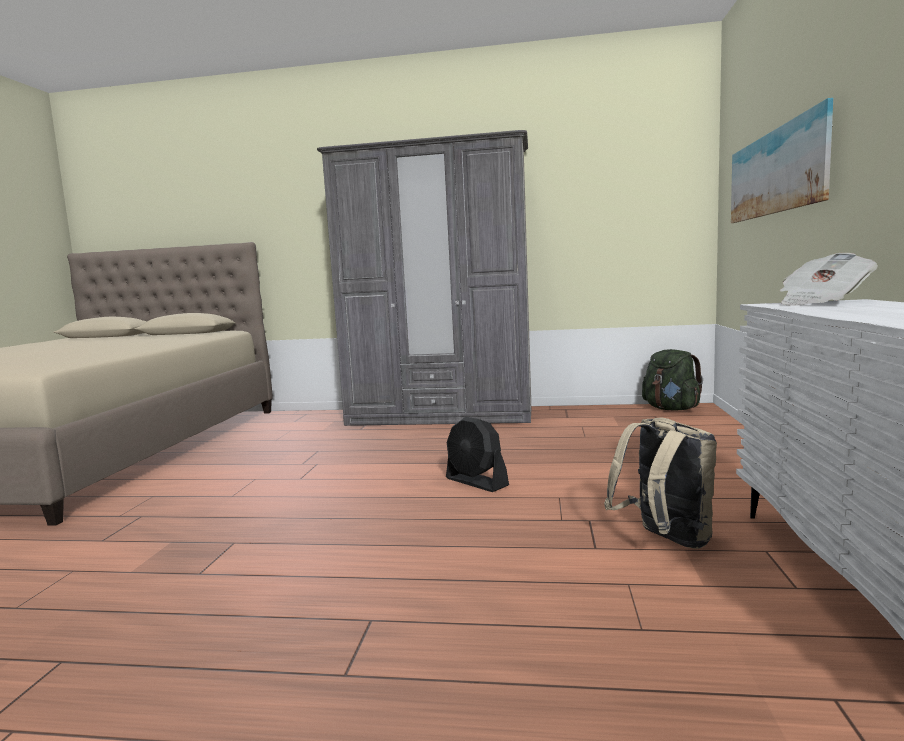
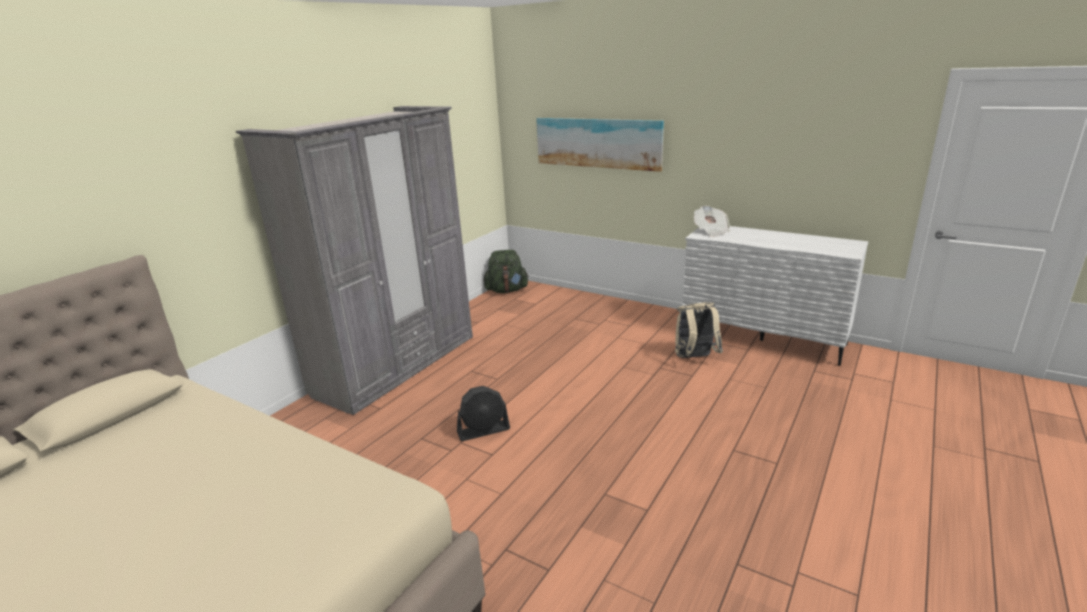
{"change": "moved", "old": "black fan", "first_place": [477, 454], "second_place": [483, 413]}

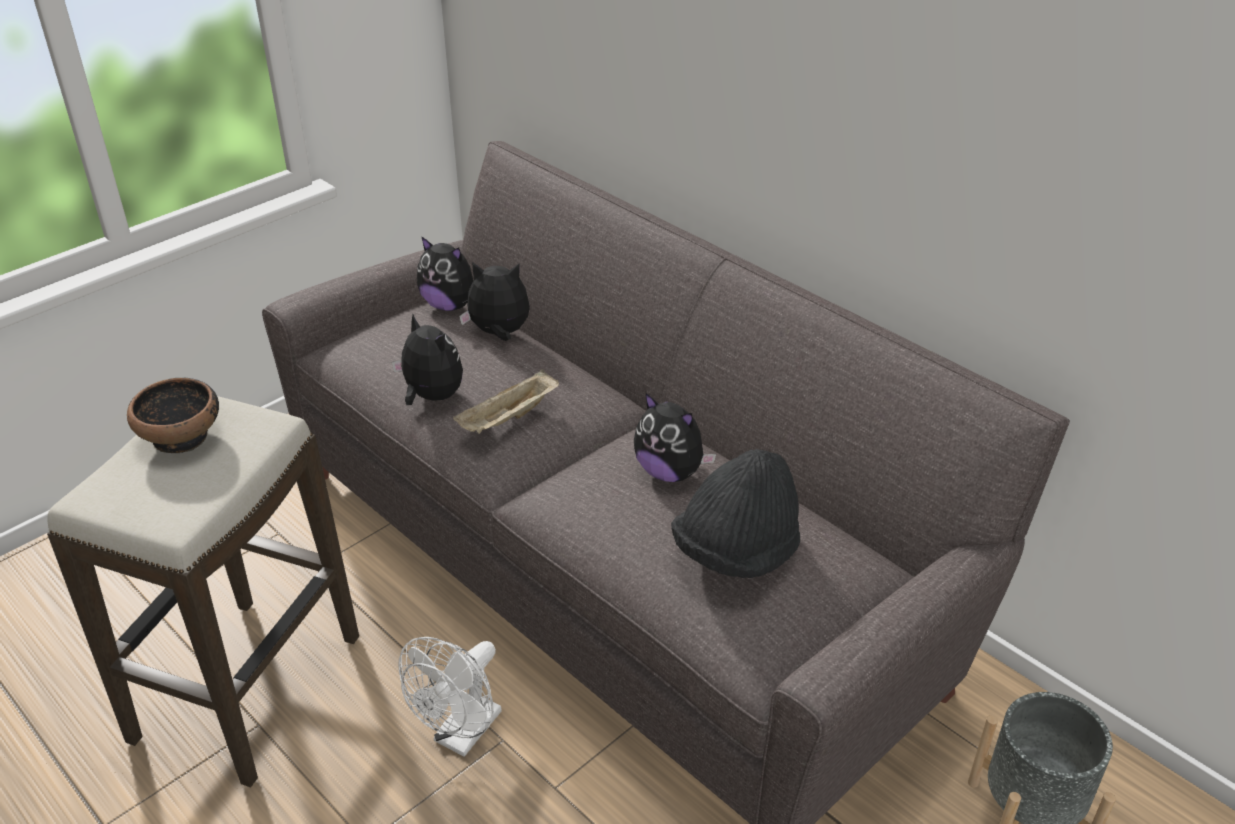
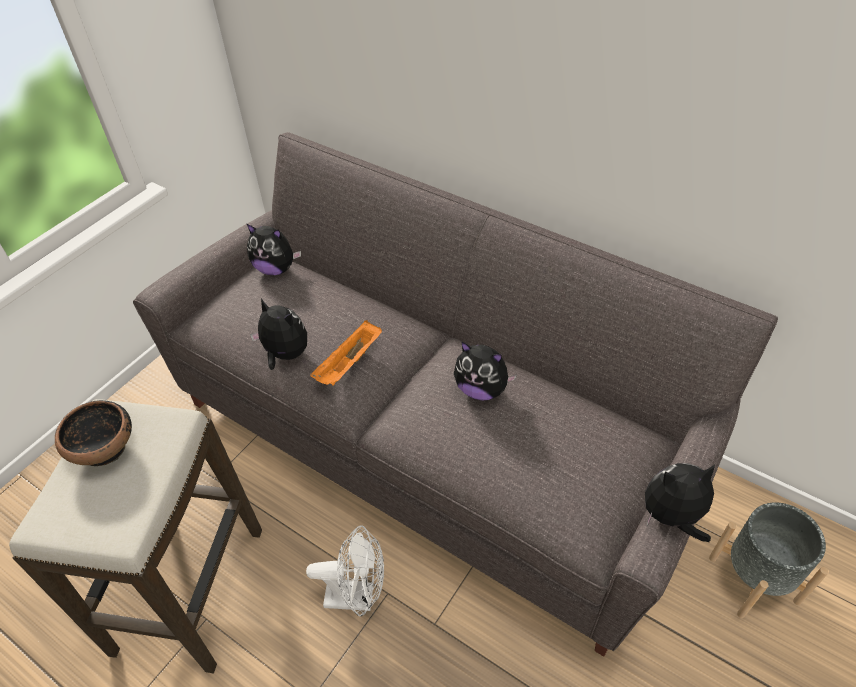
{"change": "turned", "old": "white fan", "first_place": [450, 697], "second_place": [345, 571], "degrees": -105}
{"change": "recoloured", "old": "beige tray", "new": "orange tray", "first_place": [506, 401], "second_place": [346, 353]}
{"change": "moved", "old": "plush toy", "first_place": [494, 301], "second_place": [680, 502]}
{"change": "removed", "old": "black hat", "first_place": [735, 513]}

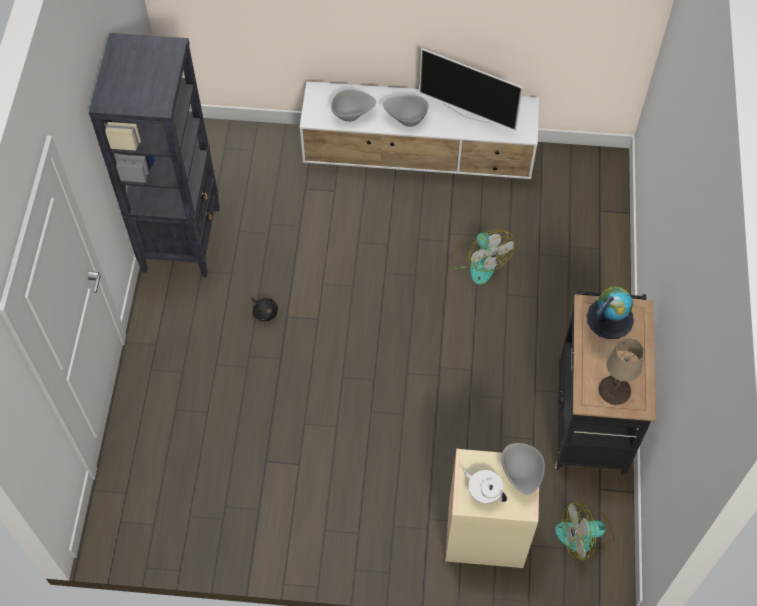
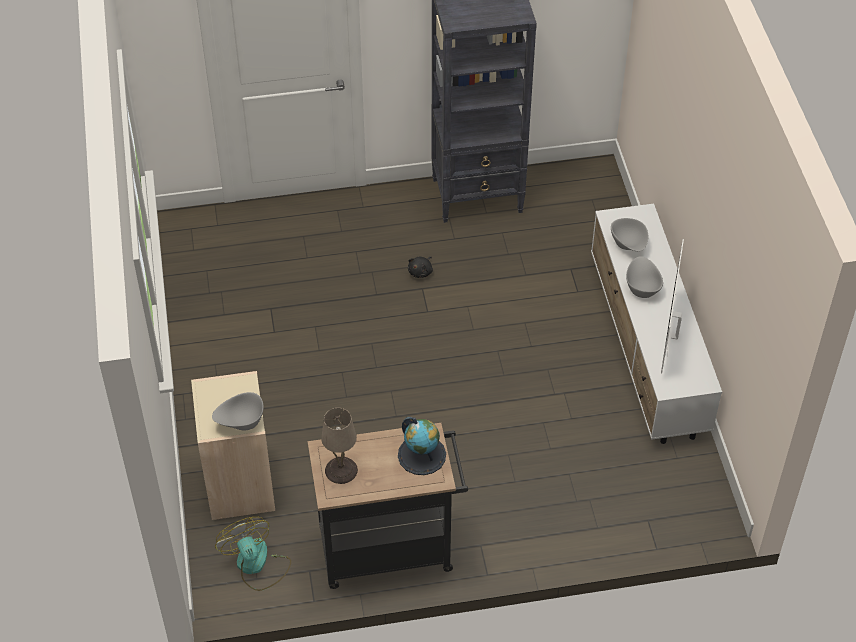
{"change": "removed", "old": "fan", "first_place": [481, 257]}
{"change": "removed", "old": "white teapot", "first_place": [485, 487]}

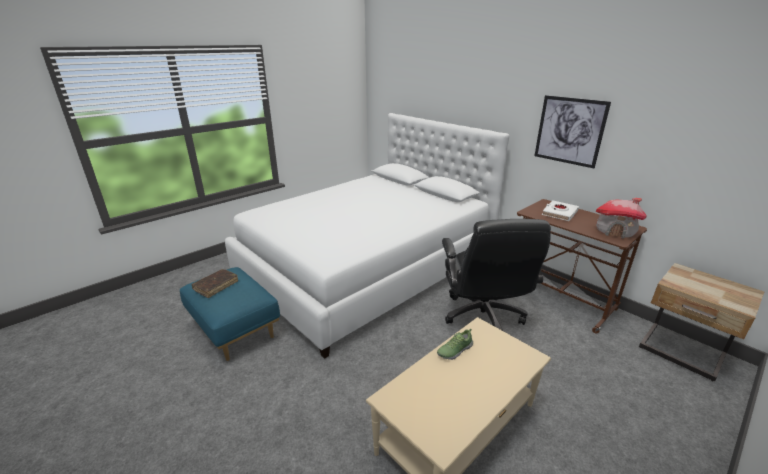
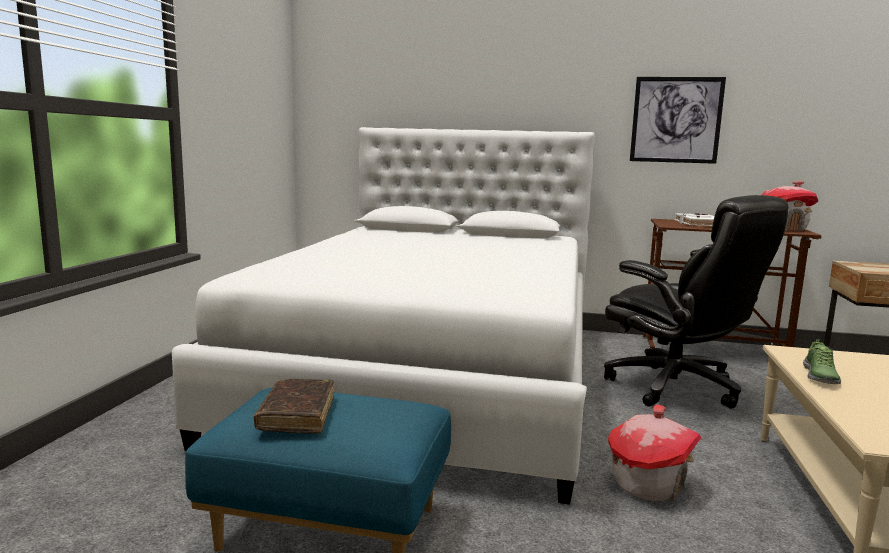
{"change": "added", "new": "toy house", "second_place": [654, 453]}

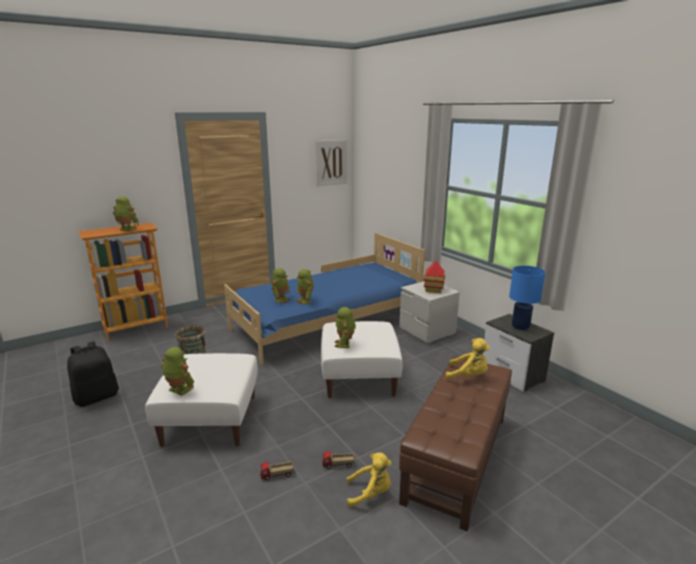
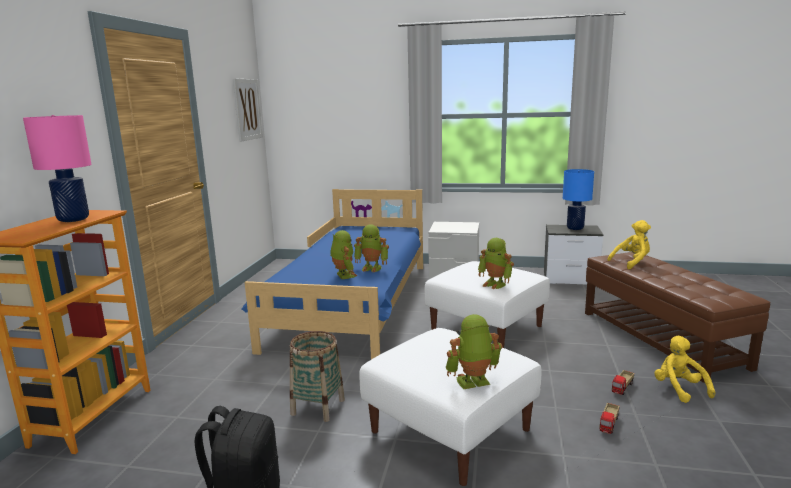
{"change": "replaced", "old": "toy robot", "new": "pink table lamp", "first_place": [126, 213], "second_place": [57, 168]}
{"change": "turned", "old": "yellow plush toy", "first_place": [369, 479], "second_place": [684, 369], "degrees": -60}
{"change": "removed", "old": "toy house", "first_place": [434, 277]}

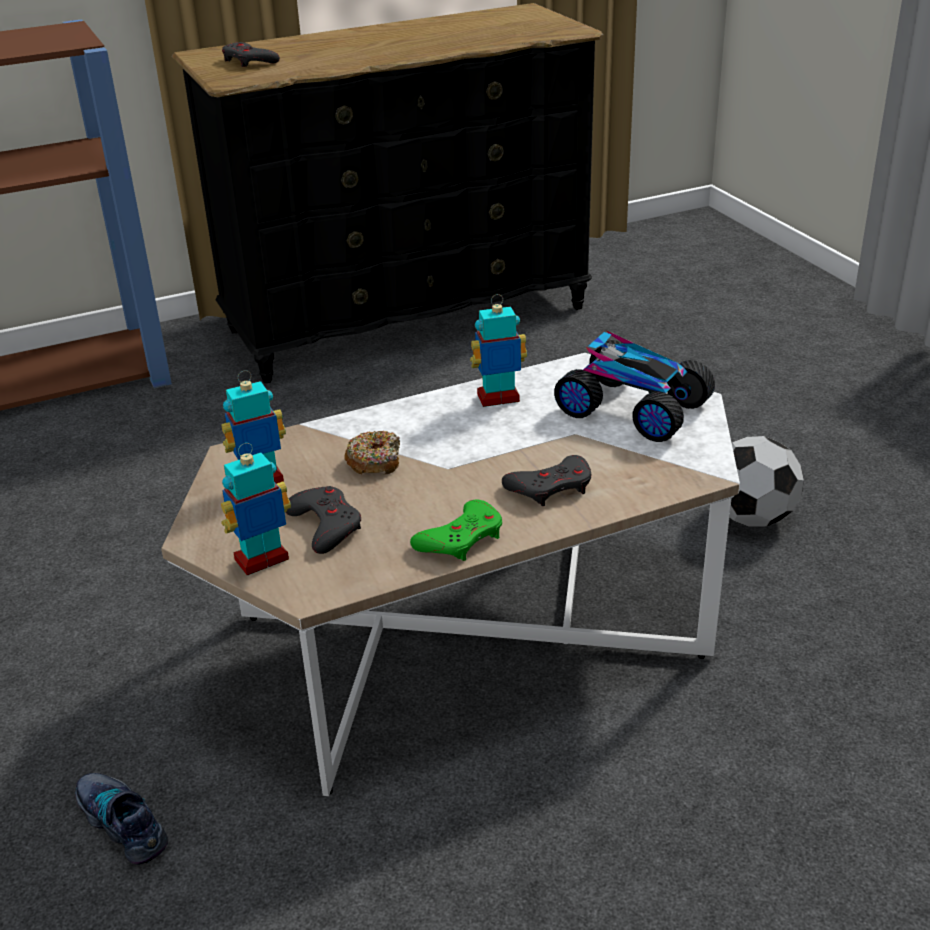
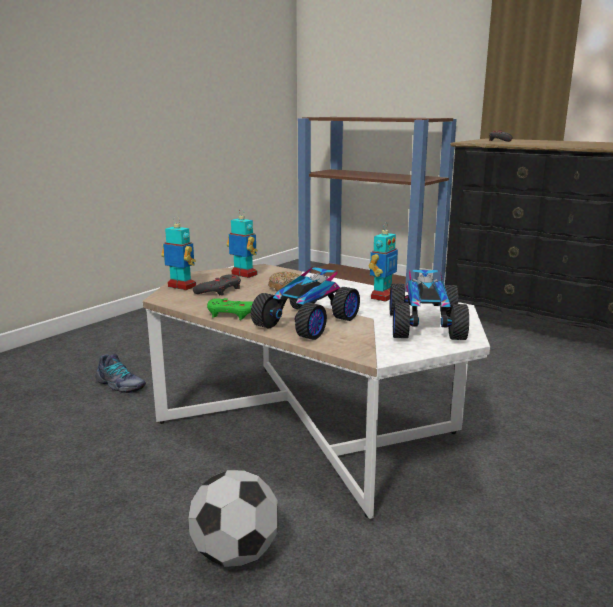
{"change": "turned", "old": "shoe", "first_place": [121, 819], "second_place": [121, 373], "degrees": 105}
{"change": "moved", "old": "football", "first_place": [766, 481], "second_place": [233, 518]}
{"change": "replaced", "old": "grey game controller", "new": "toy car", "first_place": [546, 480], "second_place": [305, 303]}
{"change": "turned", "old": "toy robot", "first_place": [498, 350], "second_place": [383, 262], "degrees": 75}

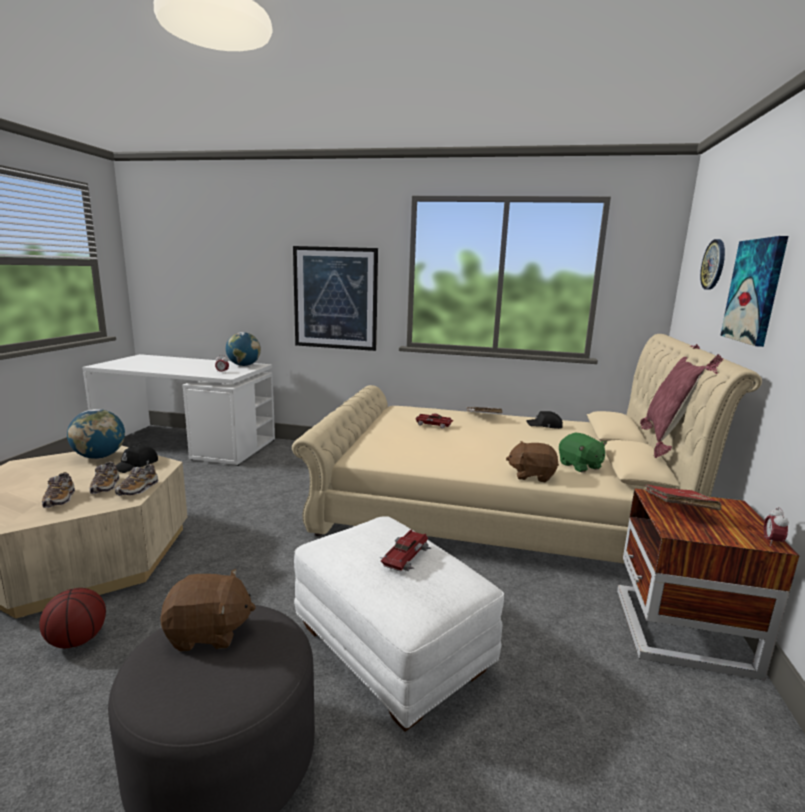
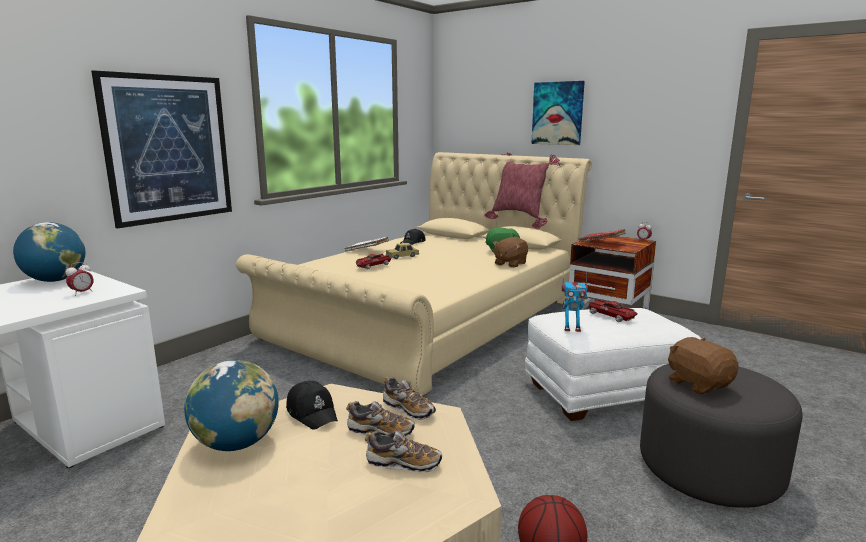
{"change": "added", "new": "toy car", "second_place": [402, 251]}
{"change": "added", "new": "toy robot", "second_place": [575, 301]}
{"change": "turned", "old": "brown plush toy", "first_place": [208, 610], "second_place": [703, 365], "degrees": -45}
{"change": "removed", "old": "wall clock", "first_place": [712, 264]}

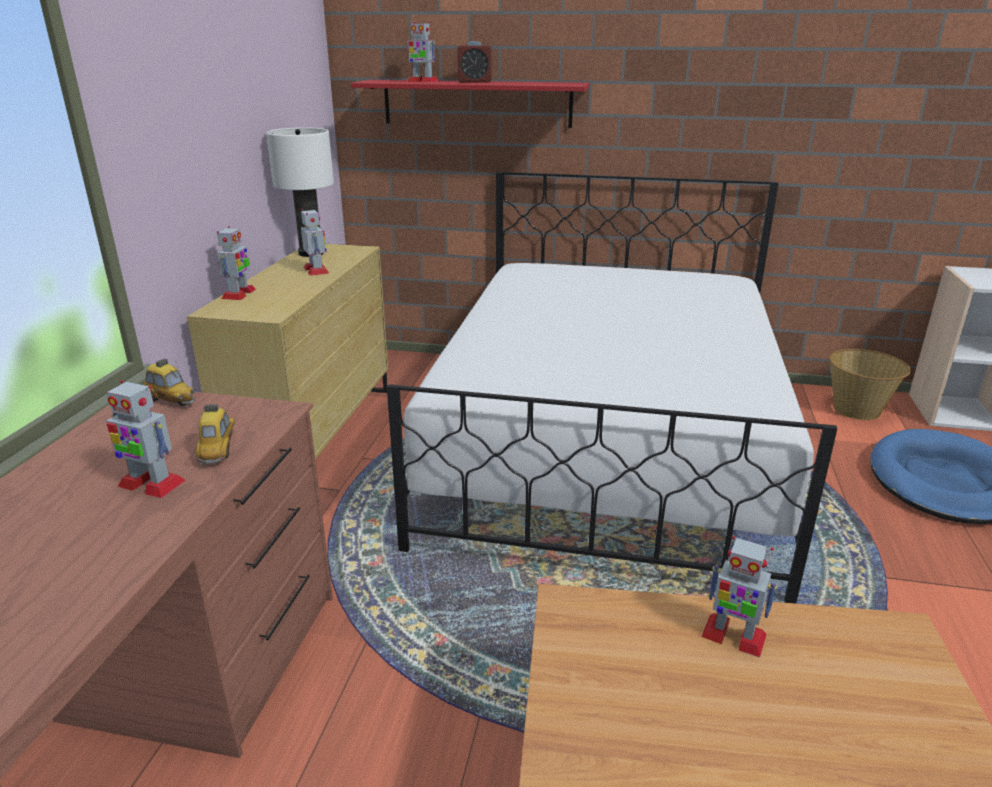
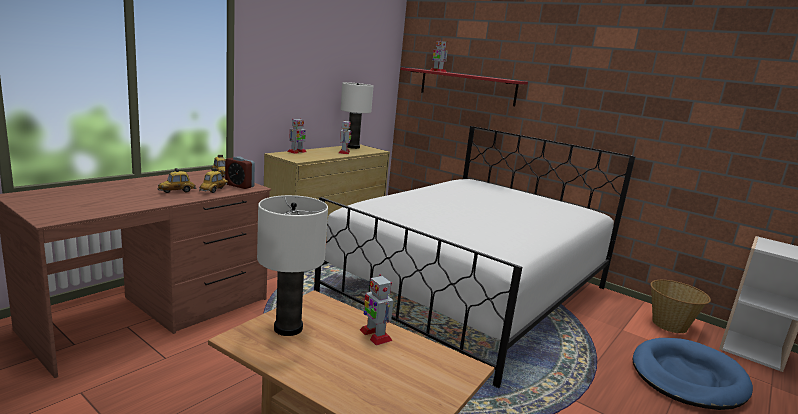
{"change": "replaced", "old": "toy robot", "new": "toy car", "first_place": [146, 439], "second_place": [177, 180]}
{"change": "moved", "old": "alarm clock", "first_place": [474, 61], "second_place": [240, 173]}
{"change": "added", "new": "white table lamp", "second_place": [292, 265]}

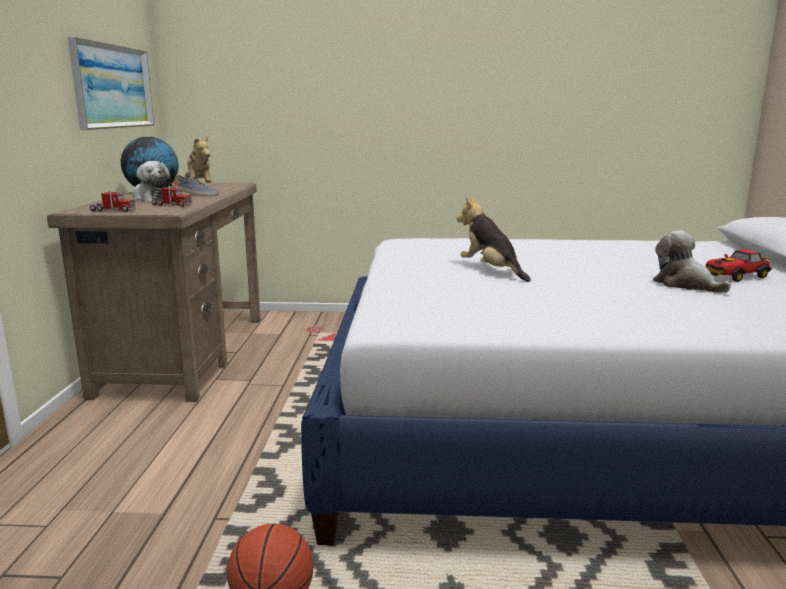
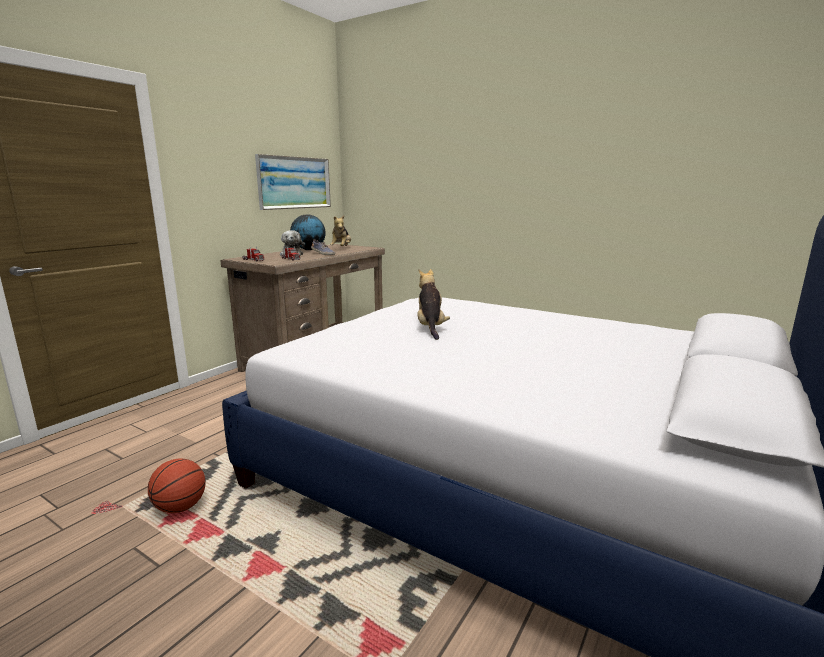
{"change": "removed", "old": "plush toy", "first_place": [692, 261]}
{"change": "removed", "old": "toy car", "first_place": [738, 265]}

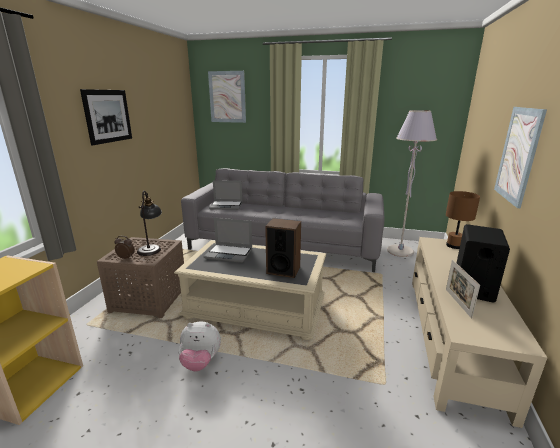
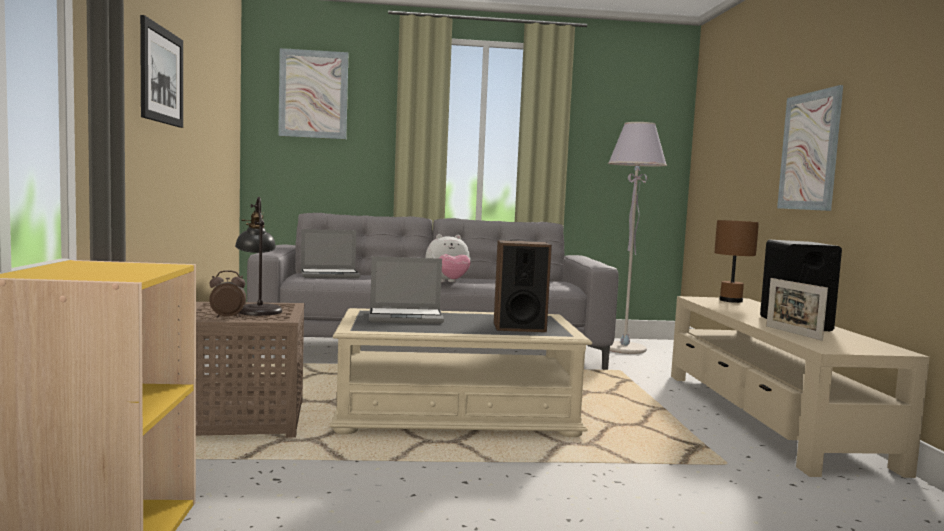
{"change": "moved", "old": "plush toy", "first_place": [199, 346], "second_place": [448, 258]}

